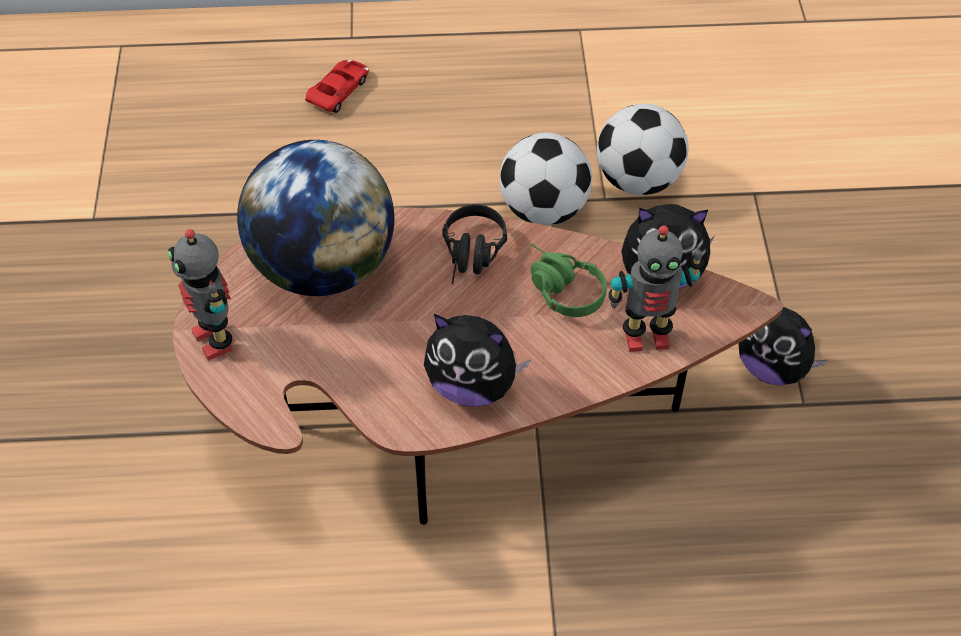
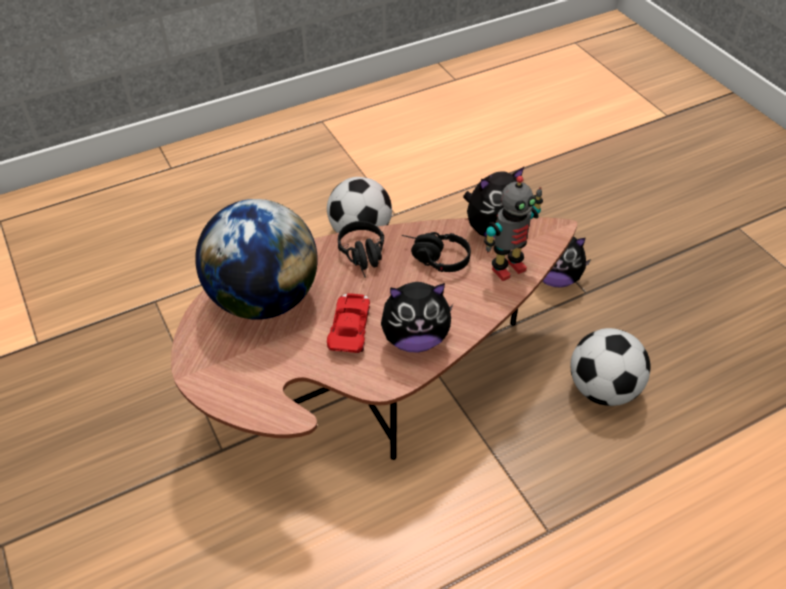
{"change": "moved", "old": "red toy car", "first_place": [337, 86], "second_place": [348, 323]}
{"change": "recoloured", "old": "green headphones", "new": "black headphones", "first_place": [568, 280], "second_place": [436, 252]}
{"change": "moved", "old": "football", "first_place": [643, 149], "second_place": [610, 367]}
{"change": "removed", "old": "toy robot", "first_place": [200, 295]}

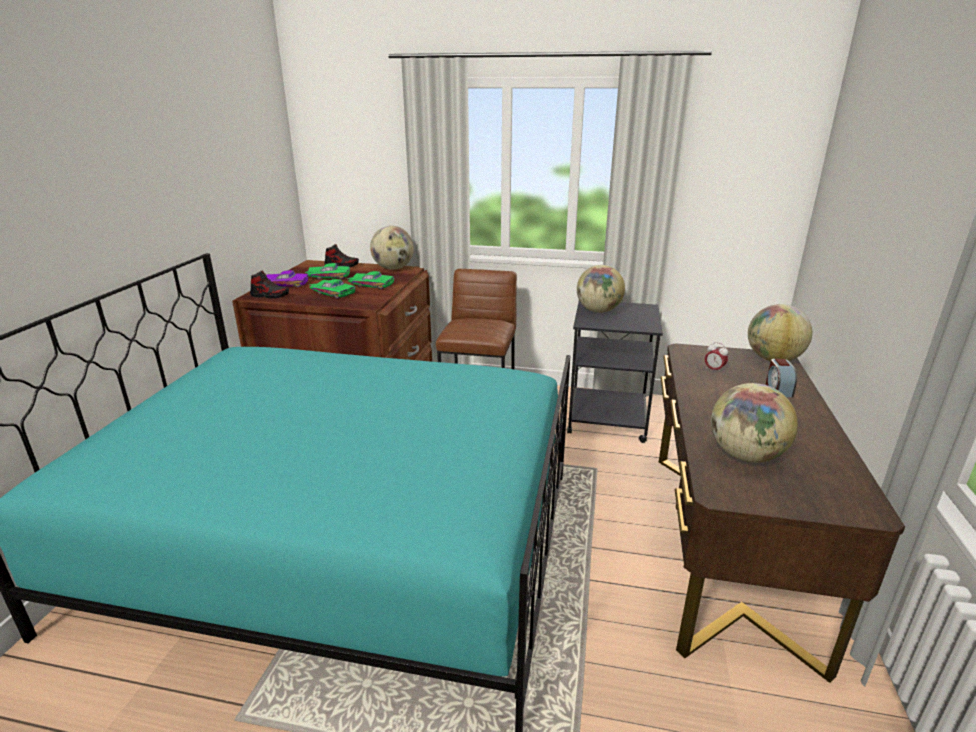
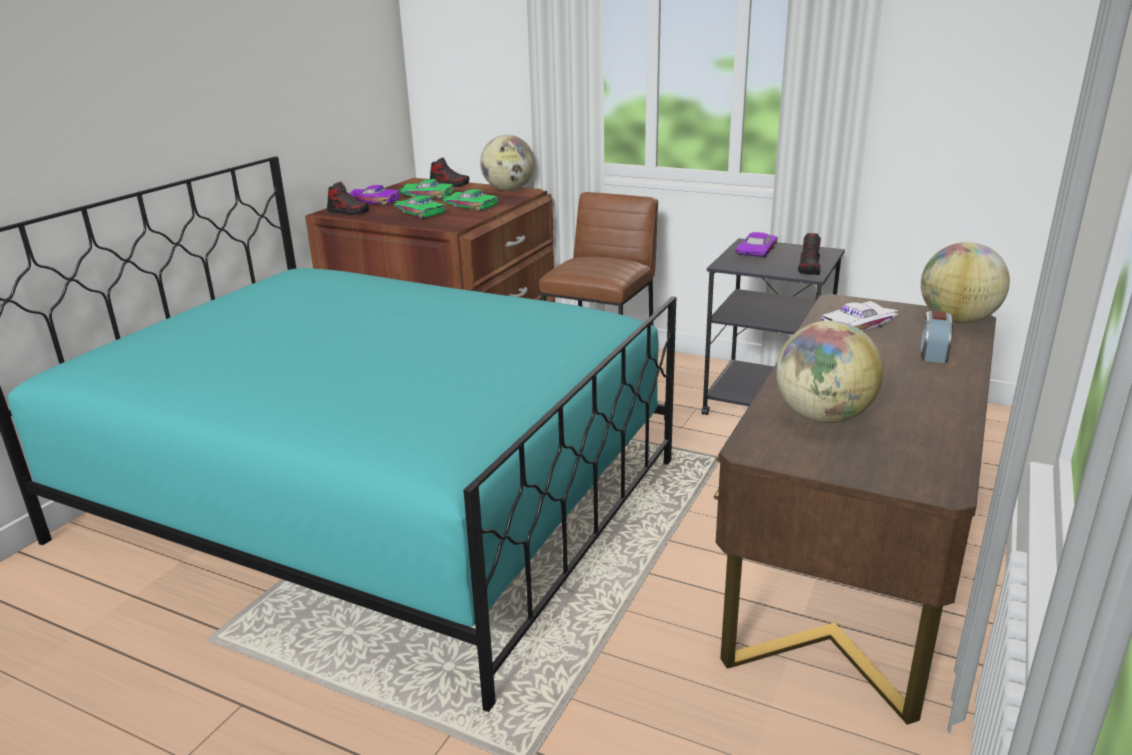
{"change": "replaced", "old": "globe", "new": "purple toy car", "first_place": [601, 289], "second_place": [756, 244]}
{"change": "added", "new": "shoe", "second_place": [809, 254]}
{"change": "replaced", "old": "alarm clock", "new": "white toy car", "first_place": [716, 357], "second_place": [860, 316]}

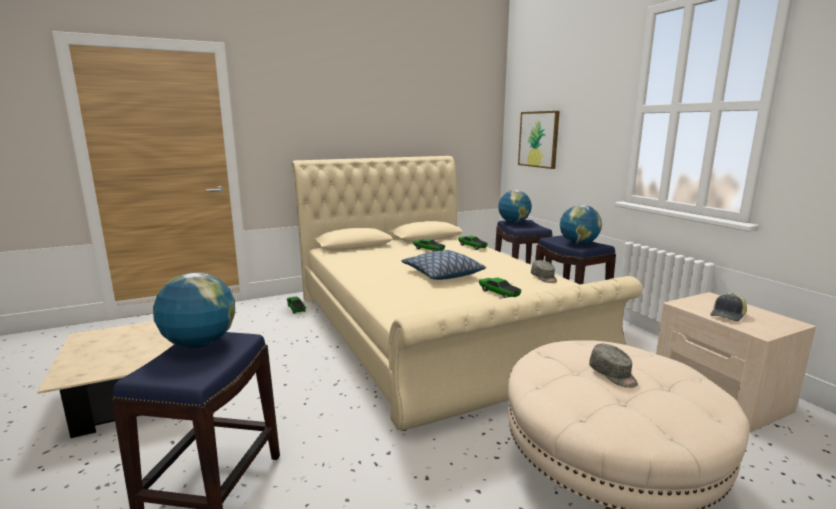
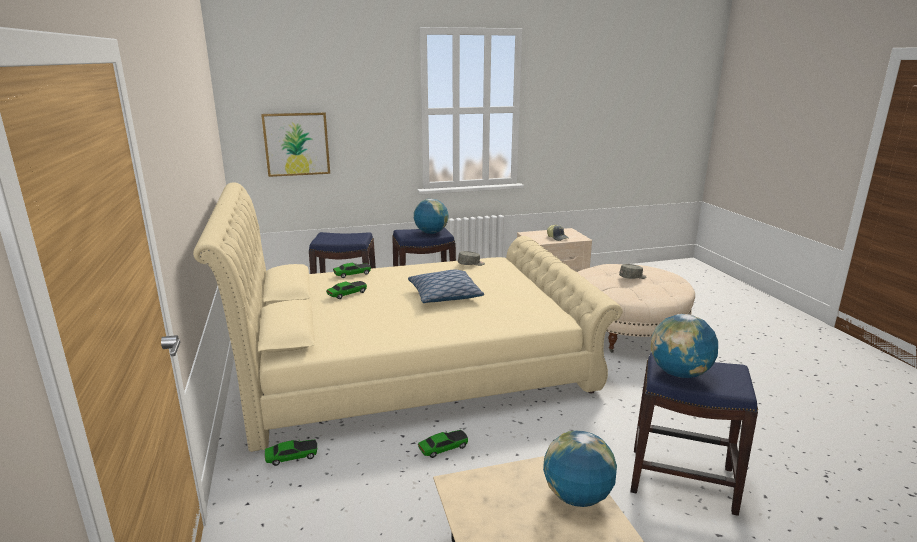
{"change": "moved", "old": "toy car", "first_place": [500, 288], "second_place": [443, 444]}
{"change": "moved", "old": "globe", "first_place": [515, 206], "second_place": [580, 469]}

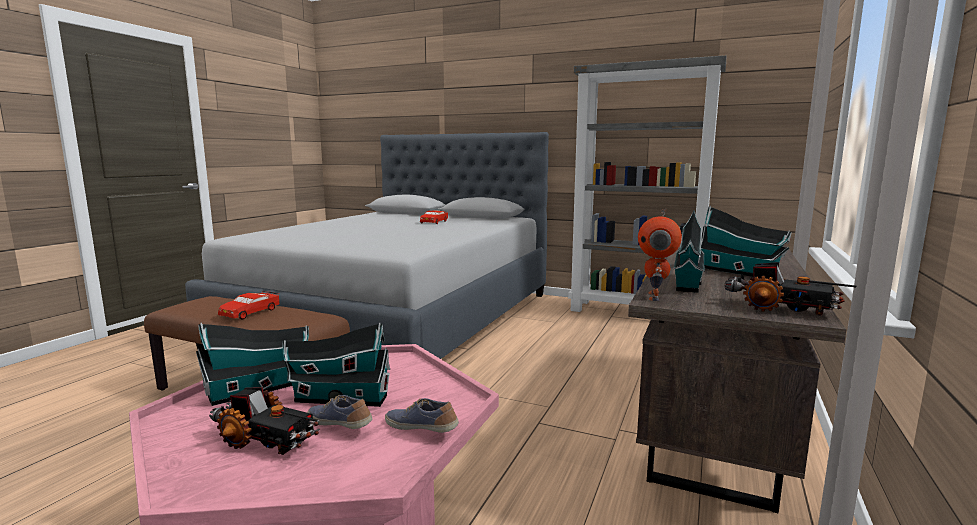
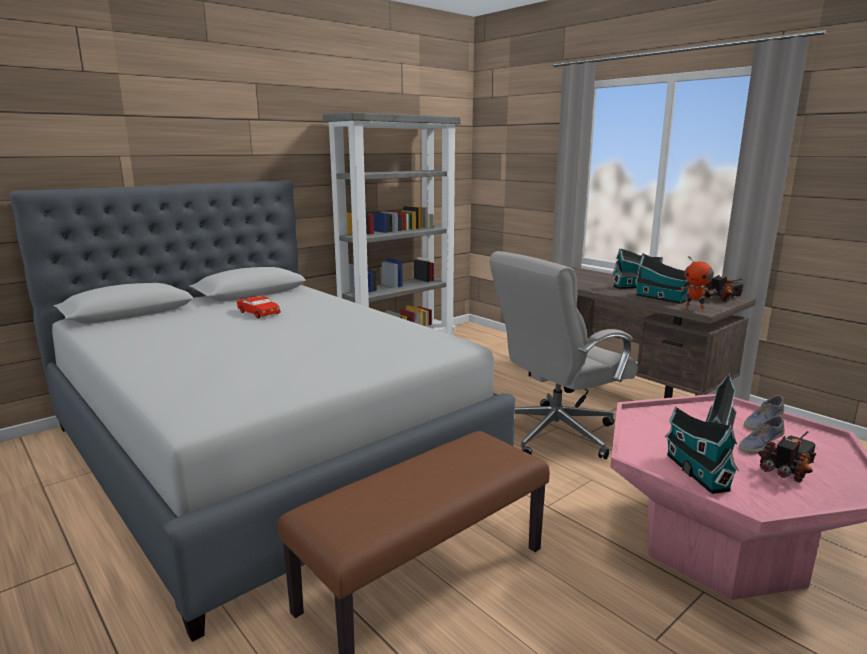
{"change": "added", "new": "grey office chair", "second_place": [564, 355]}
{"change": "removed", "old": "red toy car", "first_place": [248, 305]}

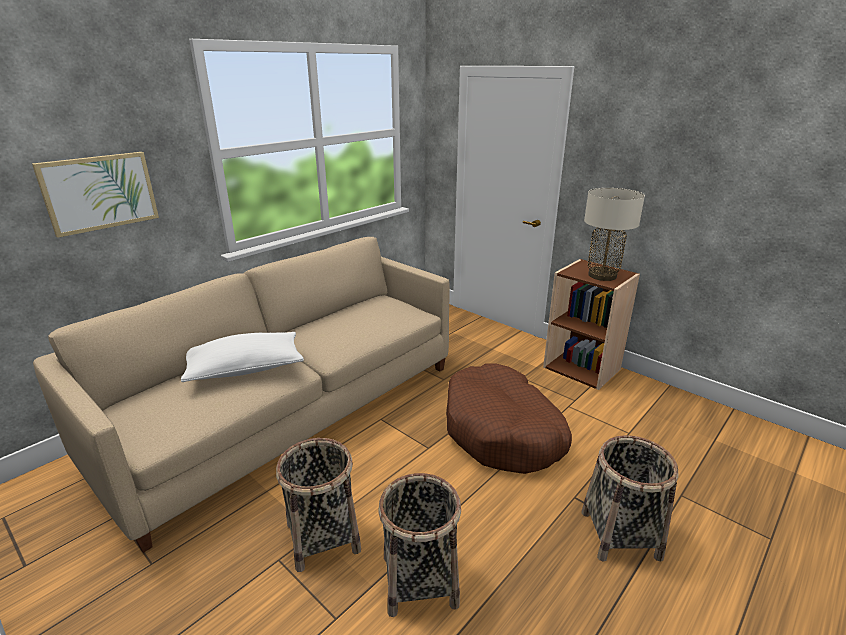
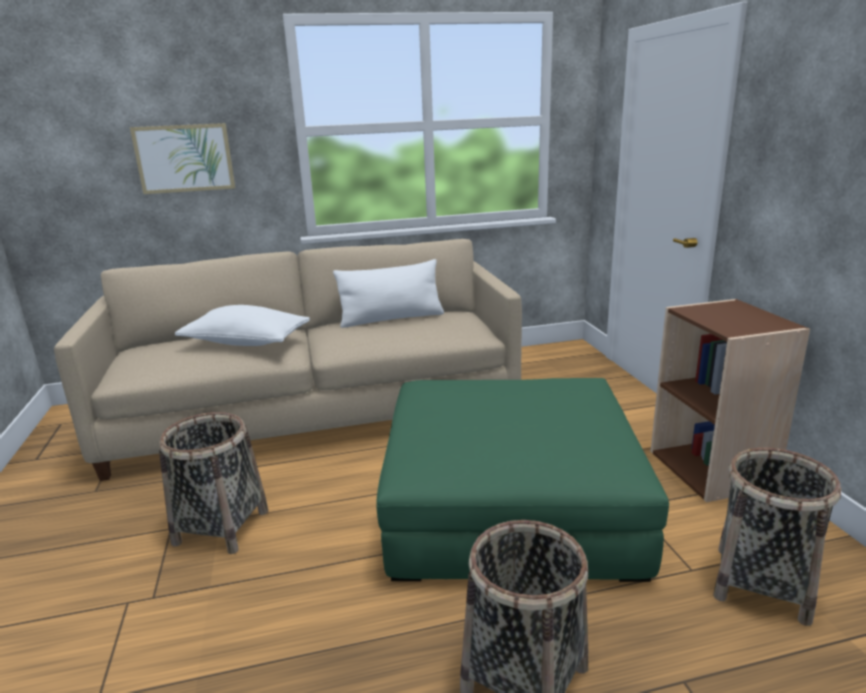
{"change": "added", "new": "white pillow", "second_place": [388, 293]}
{"change": "replaced", "old": "brown dog bed", "new": "green ottoman", "first_place": [509, 418], "second_place": [522, 480]}
{"change": "moved", "old": "basket", "first_place": [419, 545], "second_place": [777, 537]}
{"change": "removed", "old": "table lamp", "first_place": [614, 234]}

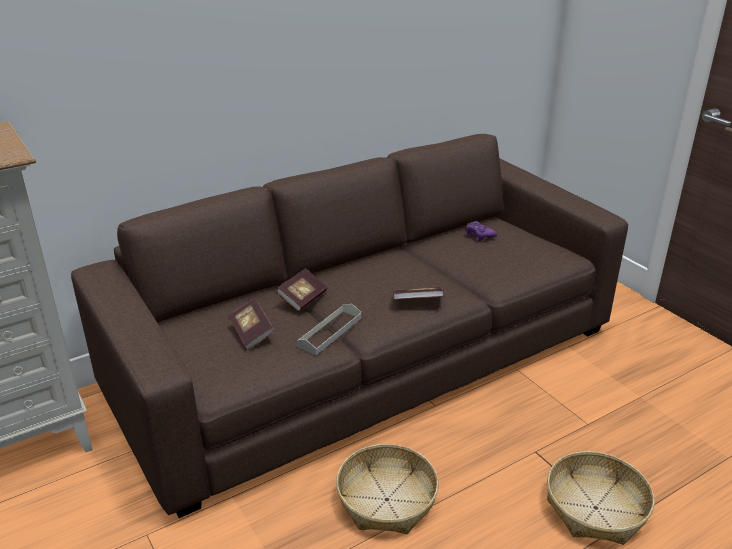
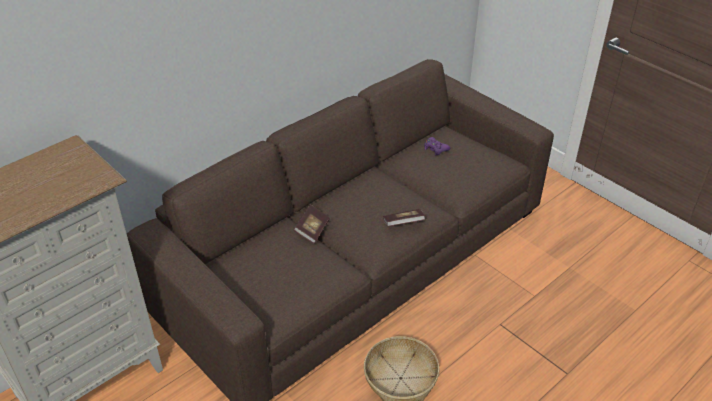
{"change": "removed", "old": "book", "first_place": [251, 324]}
{"change": "removed", "old": "grey tray", "first_place": [329, 329]}
{"change": "removed", "old": "basket", "first_place": [600, 498]}

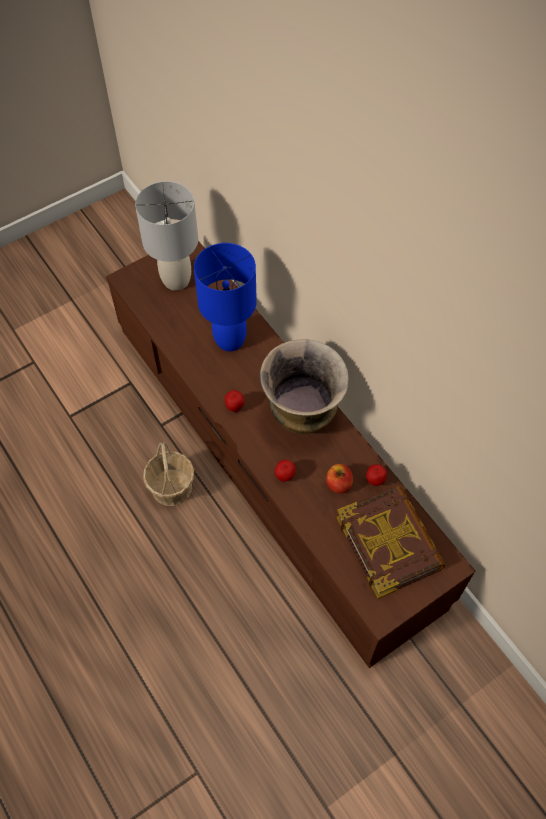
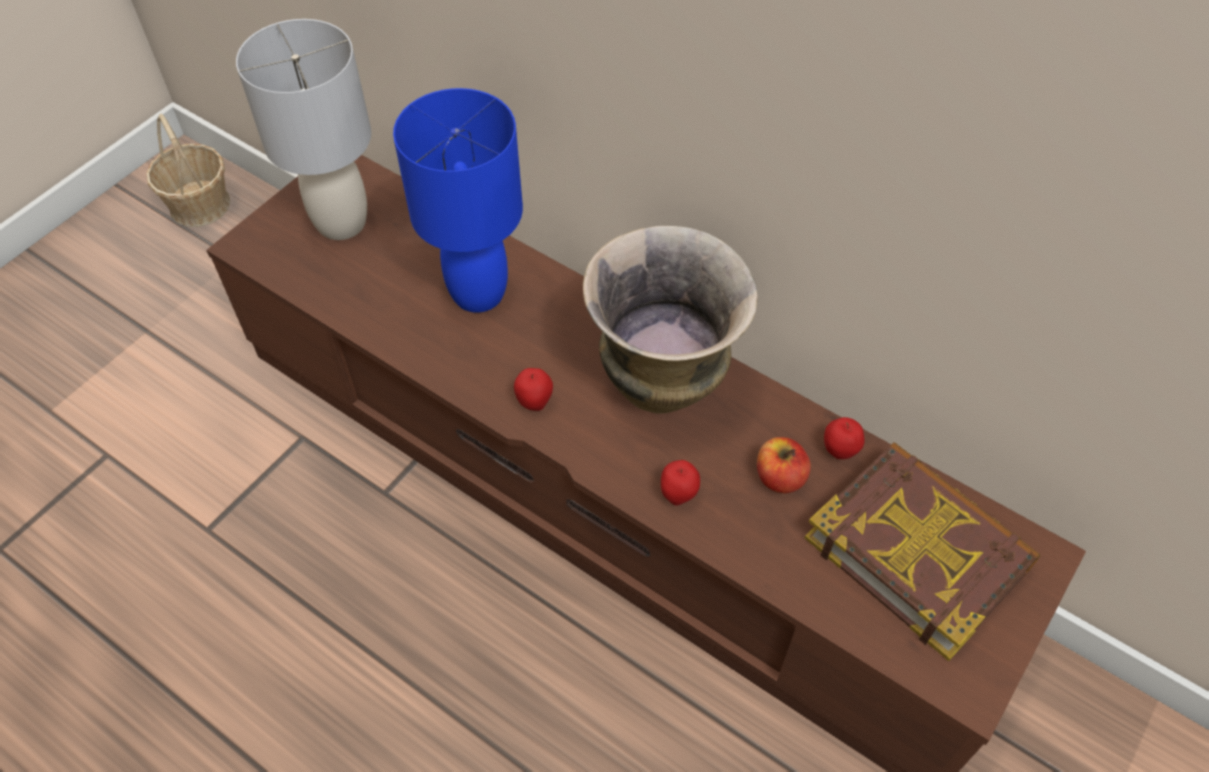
{"change": "moved", "old": "basket", "first_place": [168, 474], "second_place": [188, 170]}

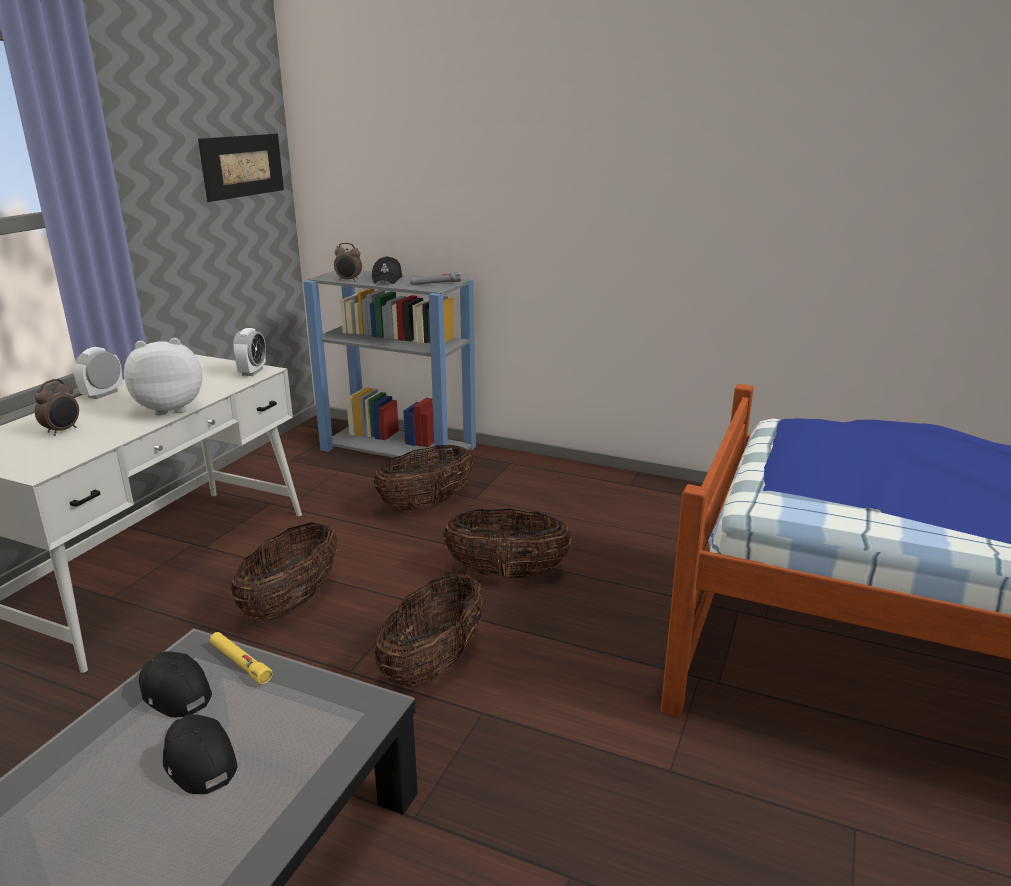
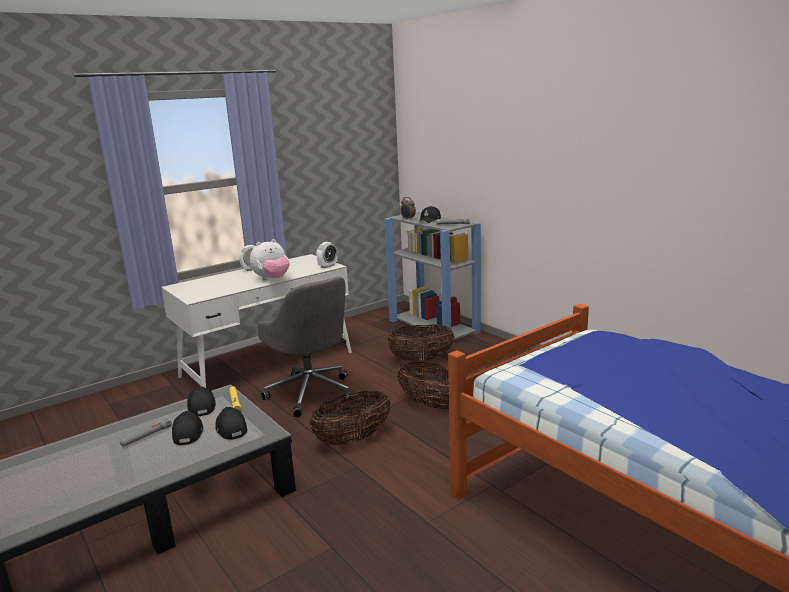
{"change": "added", "new": "grey flashlight", "second_place": [146, 432]}
{"change": "added", "new": "black cap", "second_place": [231, 423]}
{"change": "turned", "old": "plush toy", "first_place": [163, 376], "second_place": [270, 259], "degrees": 135}
{"change": "replaced", "old": "basket", "new": "grey office chair", "first_place": [284, 571], "second_place": [305, 347]}
{"change": "removed", "old": "alarm clock", "first_place": [57, 407]}
{"change": "removed", "old": "picture", "first_place": [241, 168]}

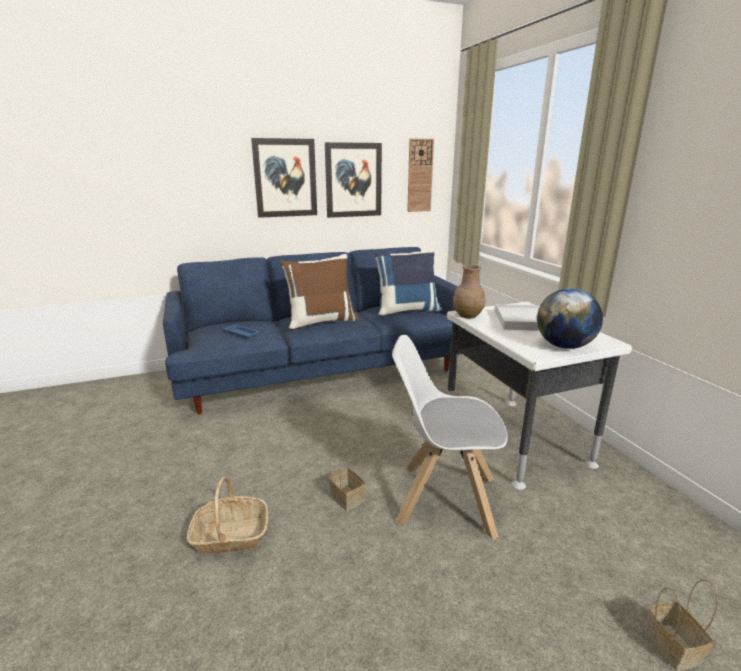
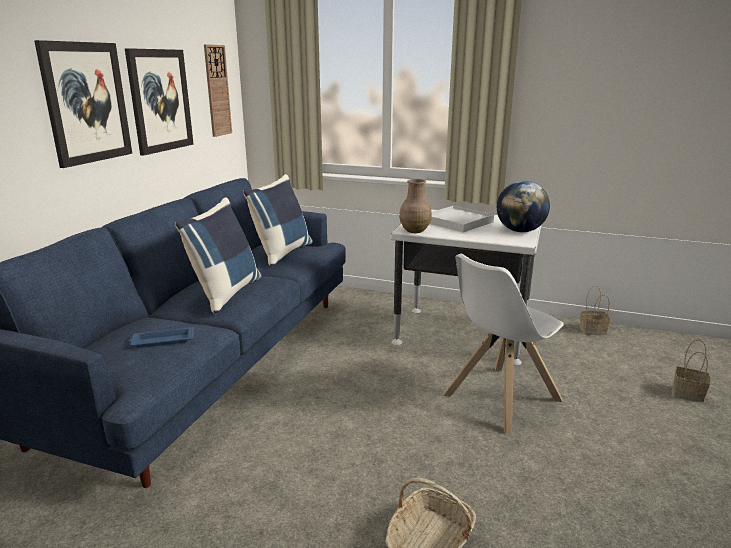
{"change": "recoloured", "old": "brown pillow", "new": "blue pillow", "first_place": [319, 292], "second_place": [218, 255]}
{"change": "moved", "old": "basket", "first_place": [347, 477], "second_place": [595, 310]}

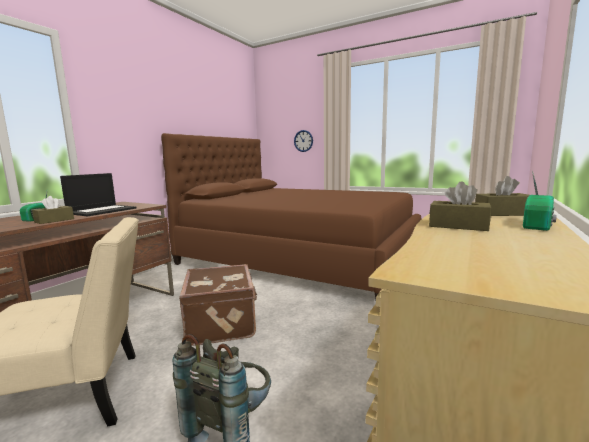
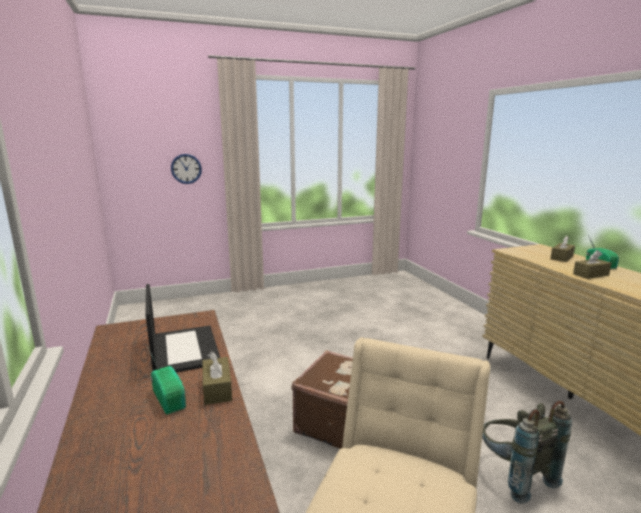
{"change": "removed", "old": "brown bed", "first_place": [291, 216]}

